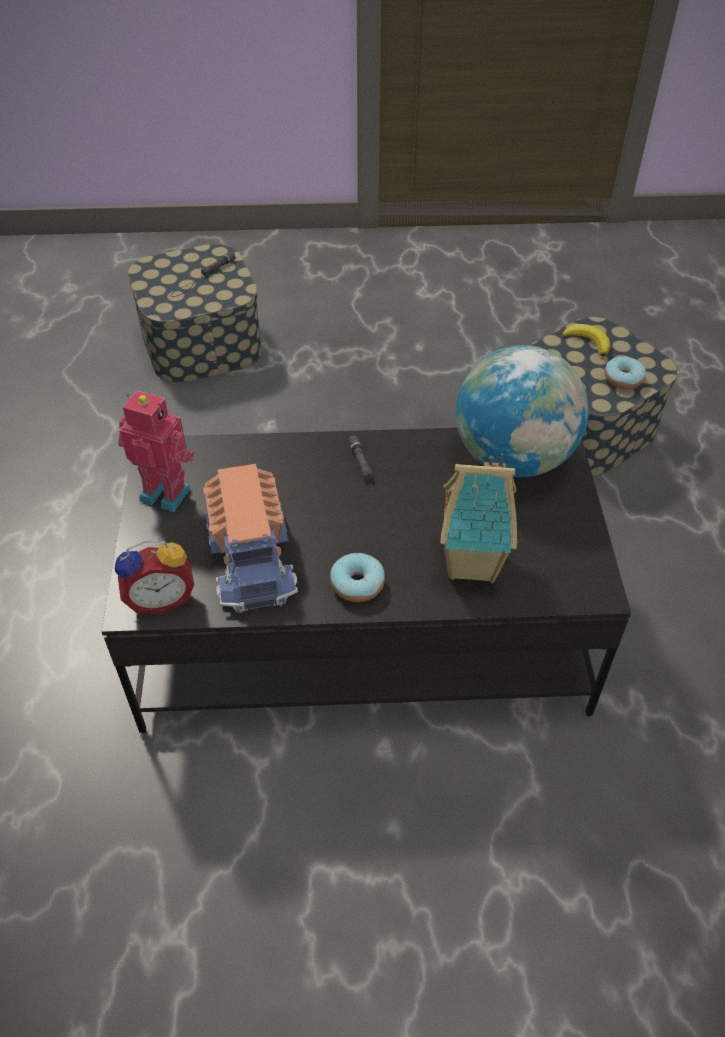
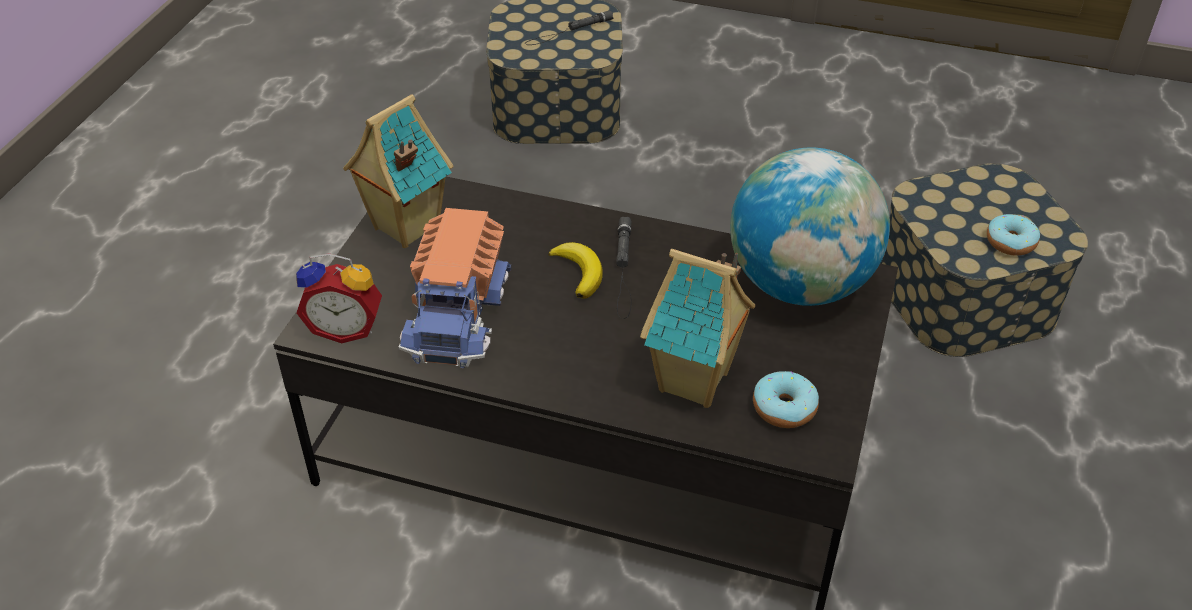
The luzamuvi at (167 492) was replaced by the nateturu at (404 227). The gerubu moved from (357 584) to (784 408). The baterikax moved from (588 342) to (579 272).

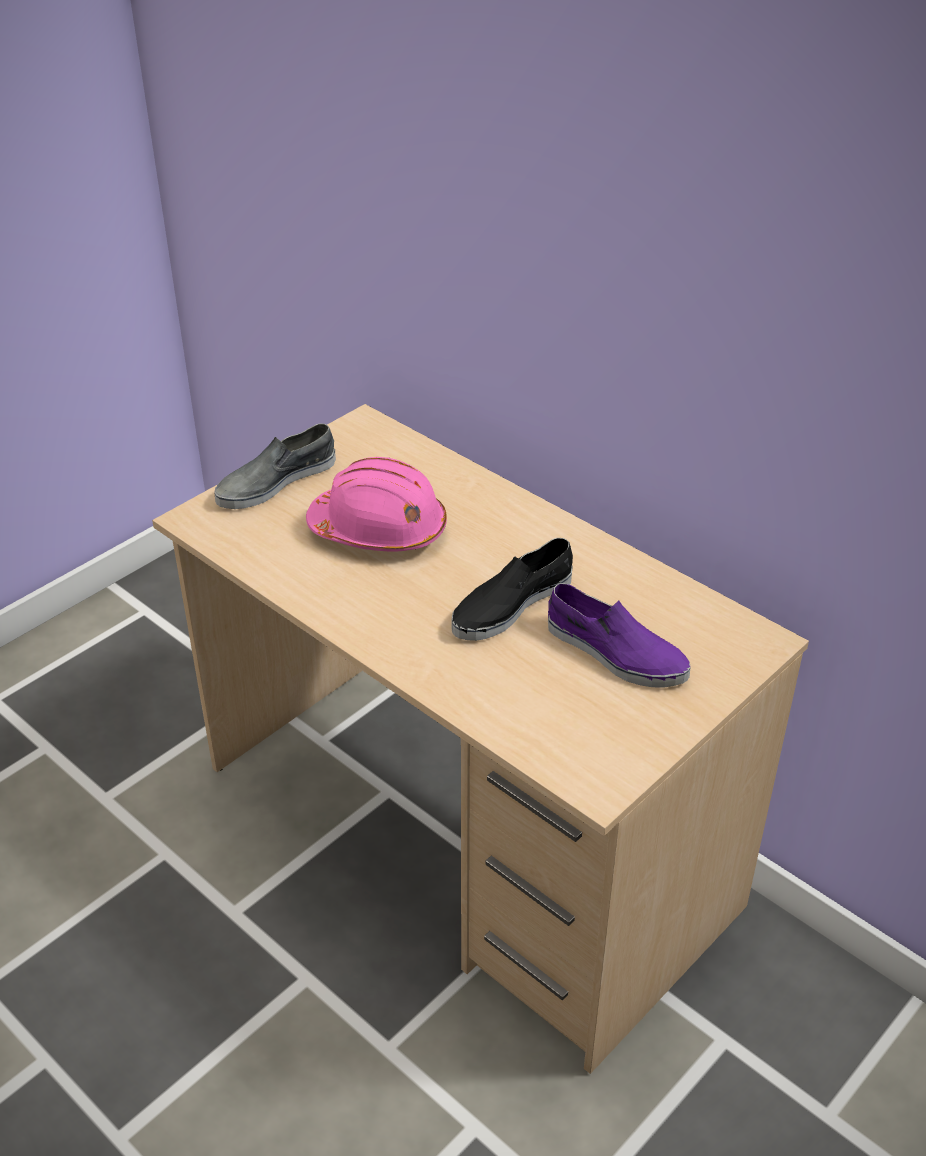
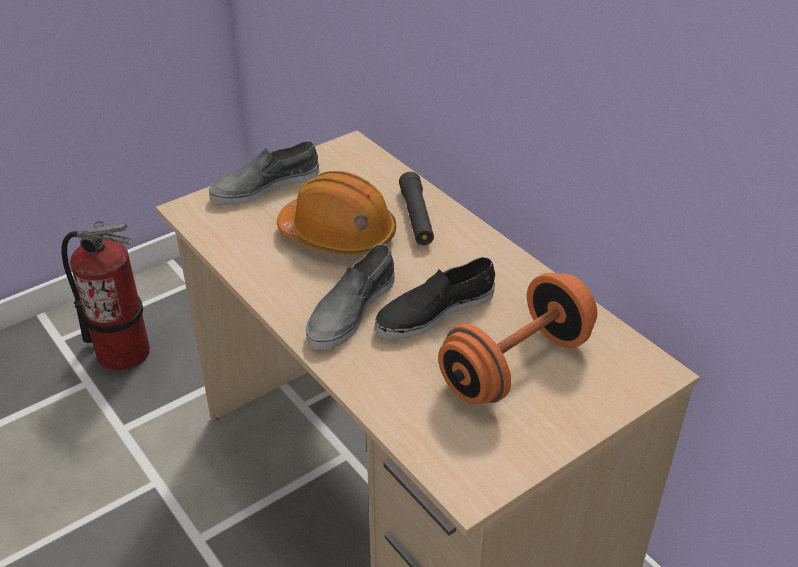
The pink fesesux at (379 530) became the orange fesesux at (338 234). The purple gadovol at (614 652) was replaced by the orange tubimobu at (516 365). The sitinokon at (123 352) appeared. The grey gadovol at (350 310) appeared. The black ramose at (416 217) appeared.

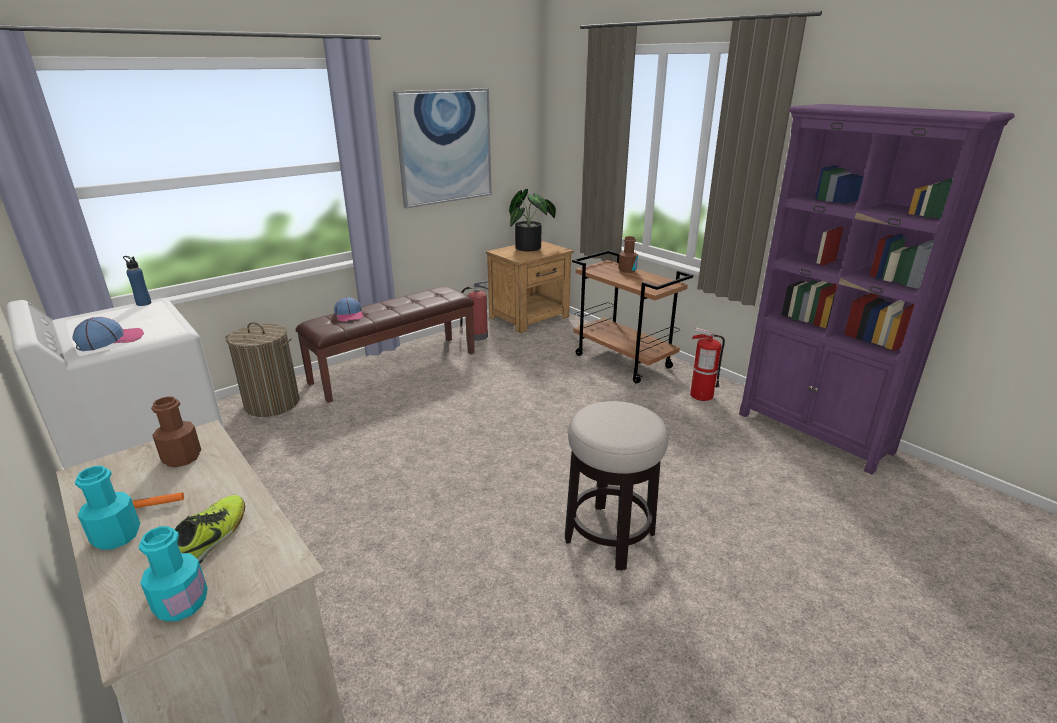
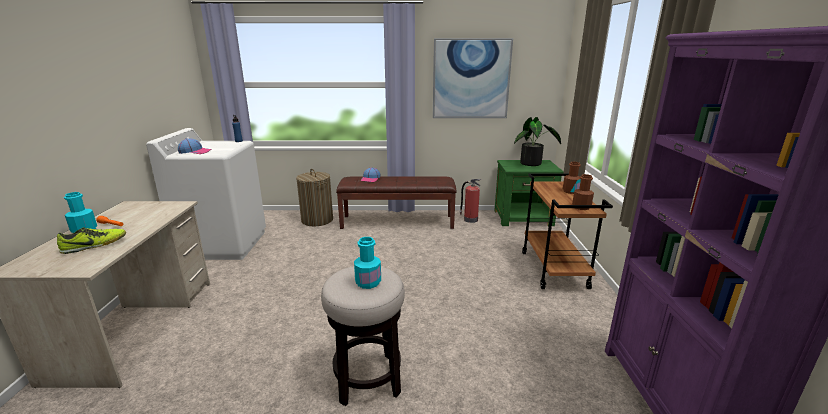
The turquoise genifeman moved from (182 604) to (368 282). The brown genifeman moved from (182 458) to (581 207). The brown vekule at (530 317) became the green vekule at (524 218). The sitinokon at (701 395) disappeared.

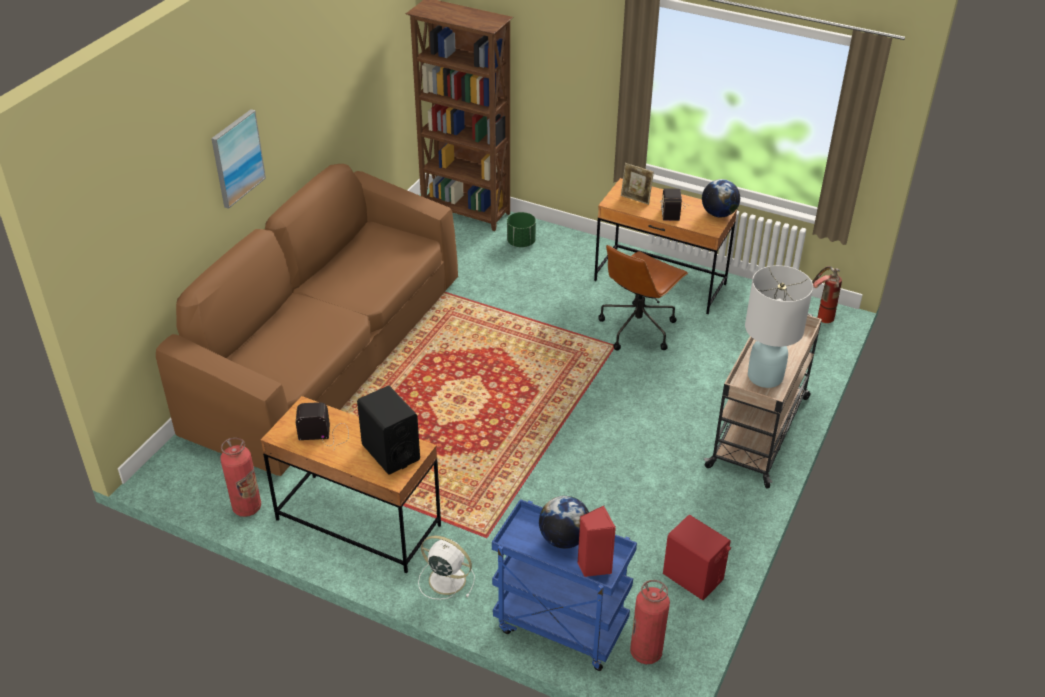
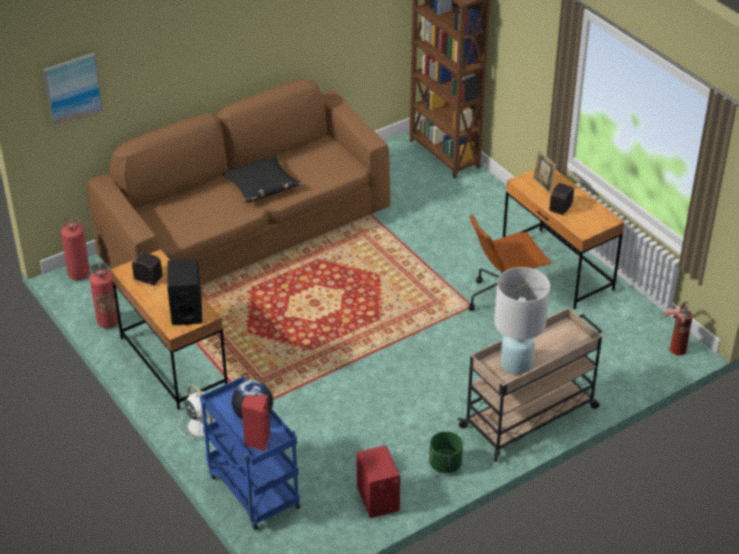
The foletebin moved from (237 158) to (72 89). The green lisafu moved from (521 242) to (445 464). The sitinokon moved from (646 652) to (79 274). The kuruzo at (718 214) disappeared. The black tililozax at (261 186) appeared.

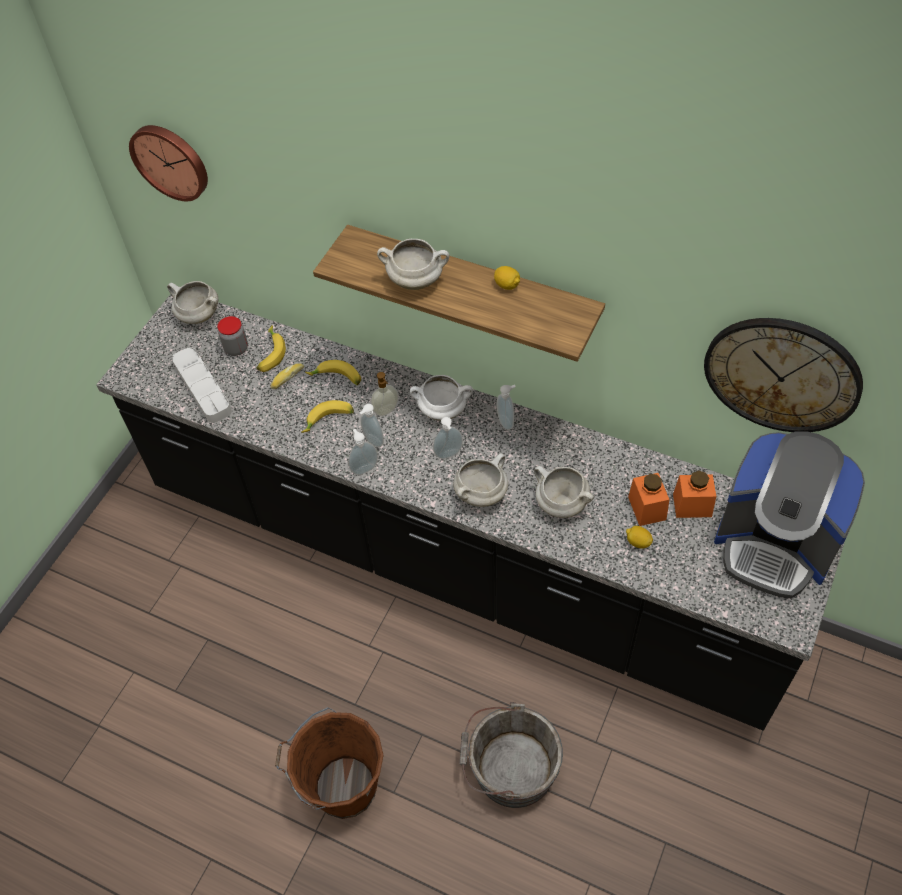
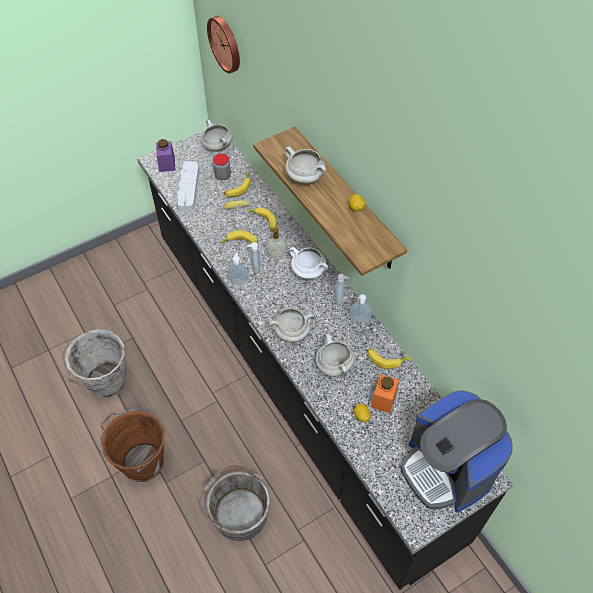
The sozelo moved from (449 455) to (359 320). The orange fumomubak at (692 505) disappeared. The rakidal at (782 374) disappeared. The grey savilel at (105 382) appeared. The purple fumomubak at (167 164) appeared. The baterikax at (386 359) appeared.

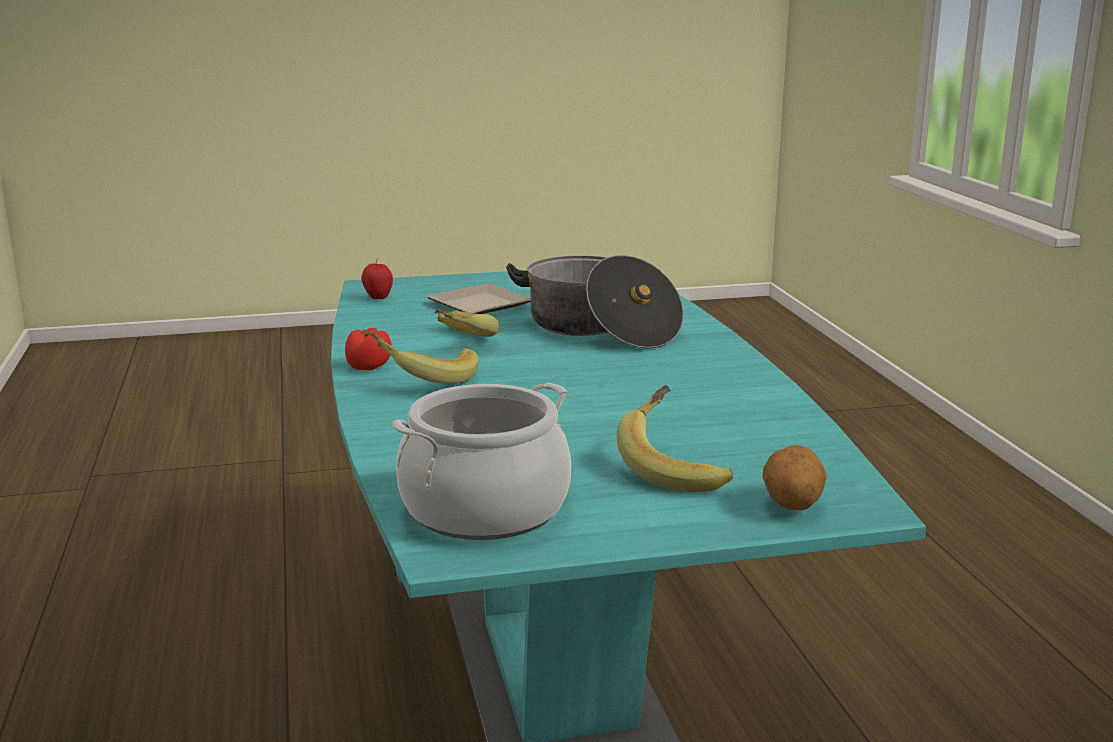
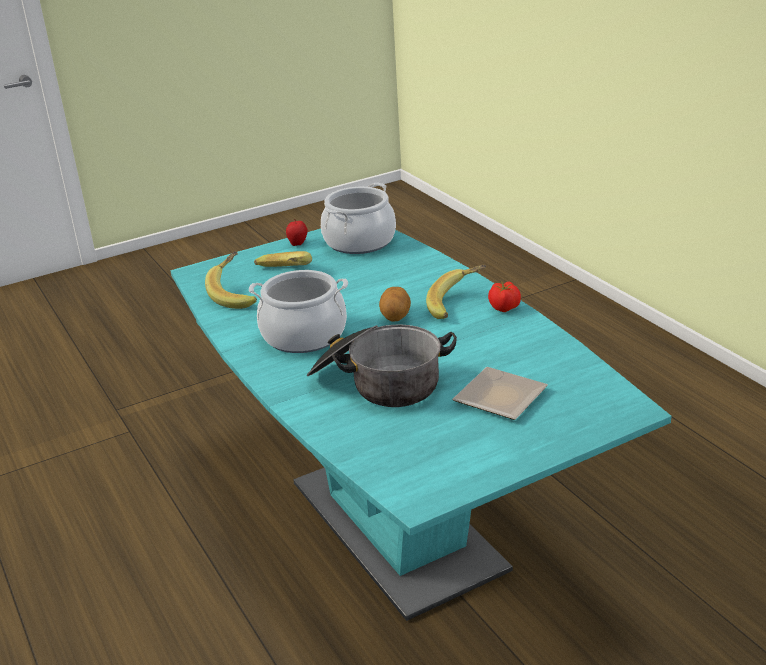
The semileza moved from (378 298) to (298 244). The baterikax moved from (454 343) to (237 295). The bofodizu moved from (791 505) to (395 317). The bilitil at (304 335) appeared.

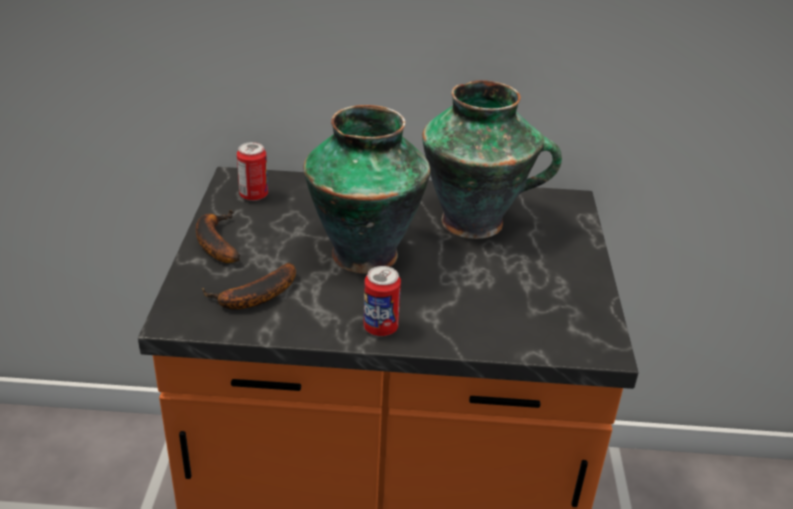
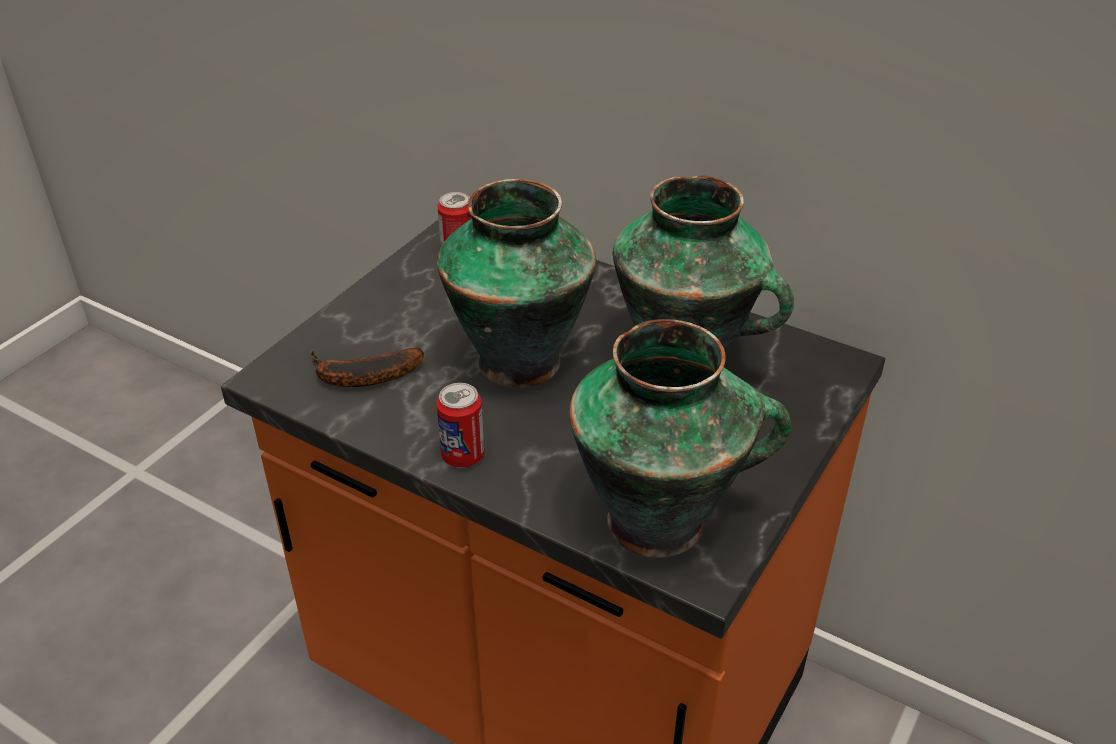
The baterikax at (215 242) disappeared. The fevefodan at (661 521) appeared.

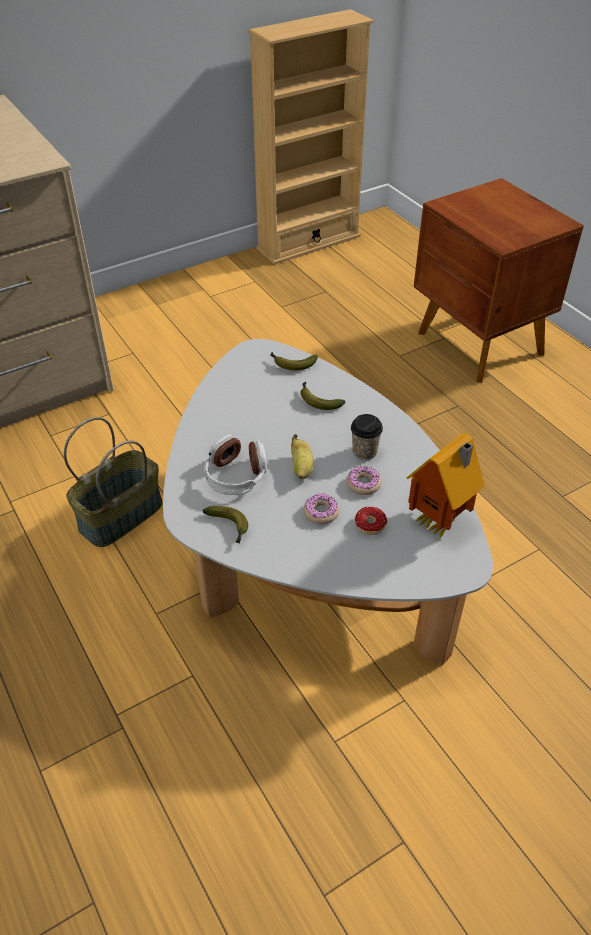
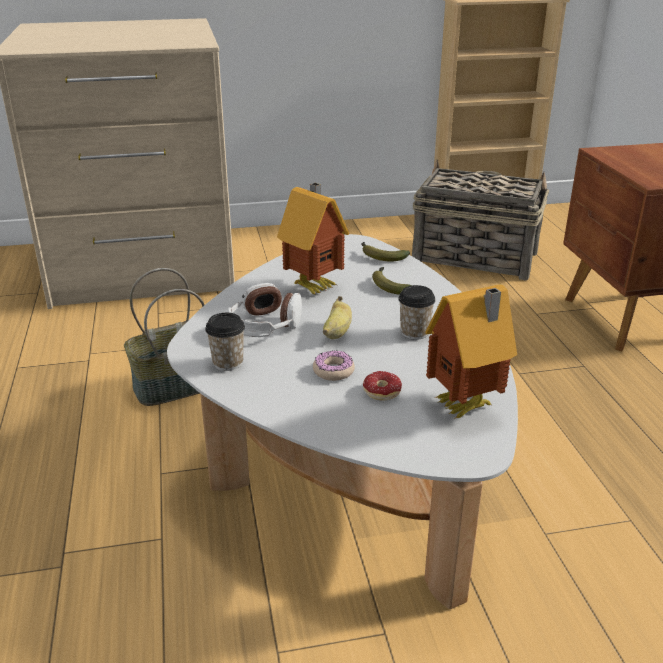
The baterikax at (229 527) was replaced by the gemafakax at (228 363). The gerubu at (363 484) disappeared. The nateturu at (315 286) appeared. The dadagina at (473 257) appeared.

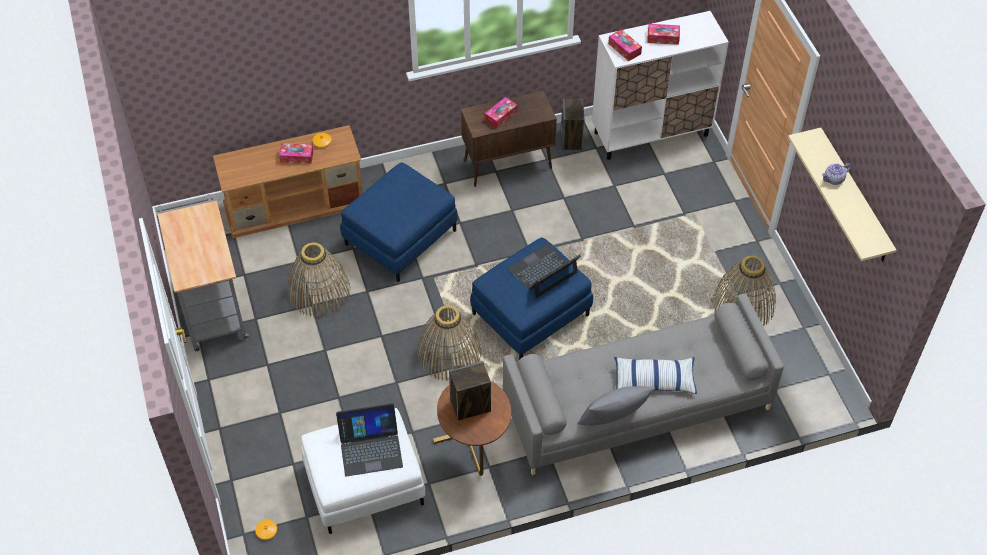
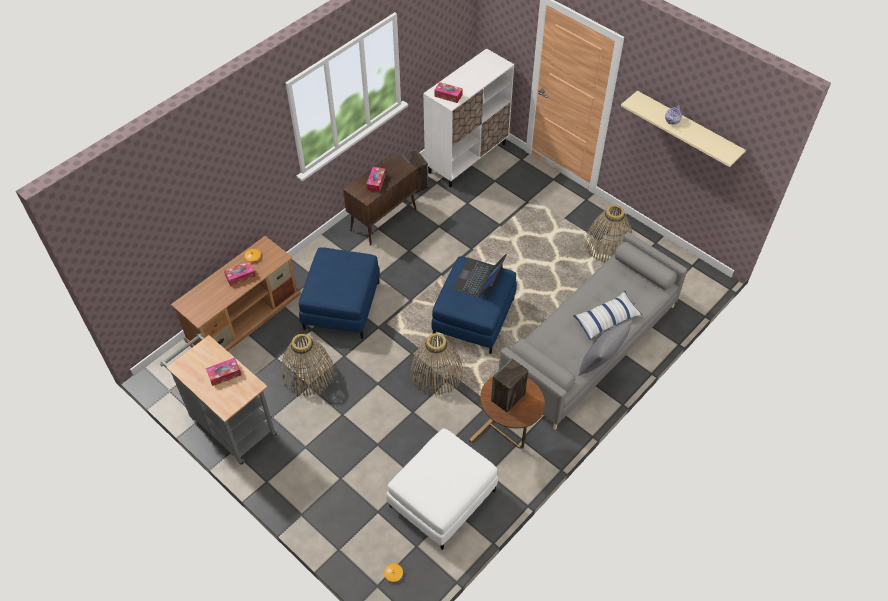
The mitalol at (370 448) disappeared. The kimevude moved from (663 38) to (224 374).

